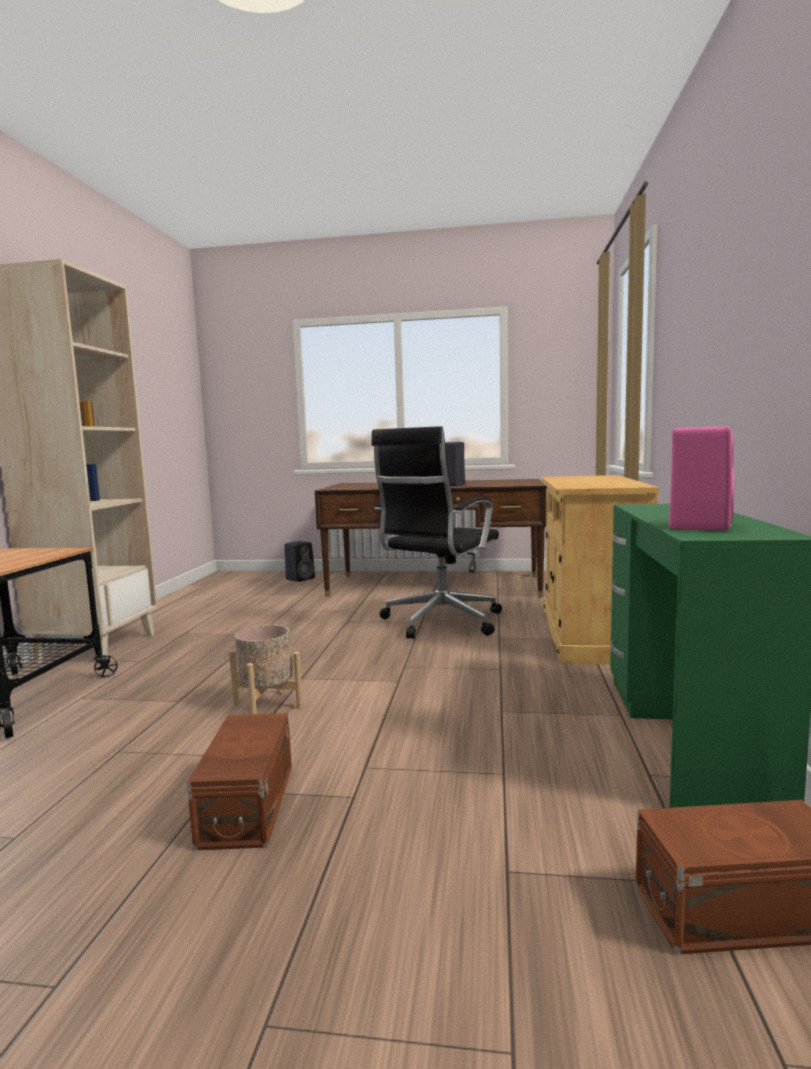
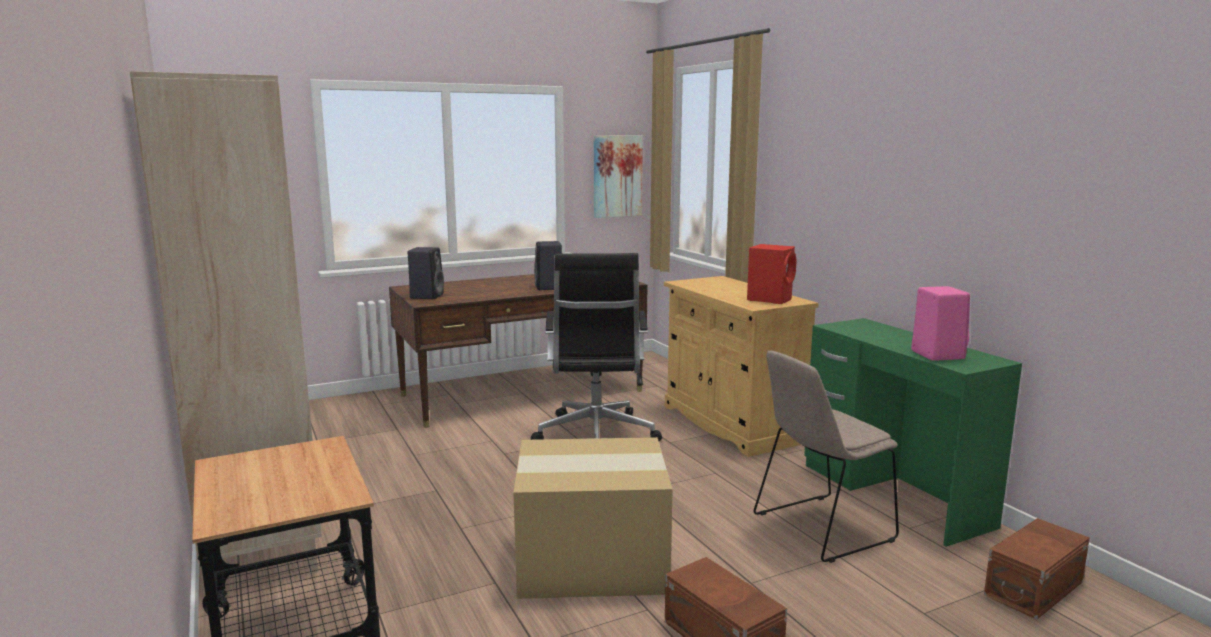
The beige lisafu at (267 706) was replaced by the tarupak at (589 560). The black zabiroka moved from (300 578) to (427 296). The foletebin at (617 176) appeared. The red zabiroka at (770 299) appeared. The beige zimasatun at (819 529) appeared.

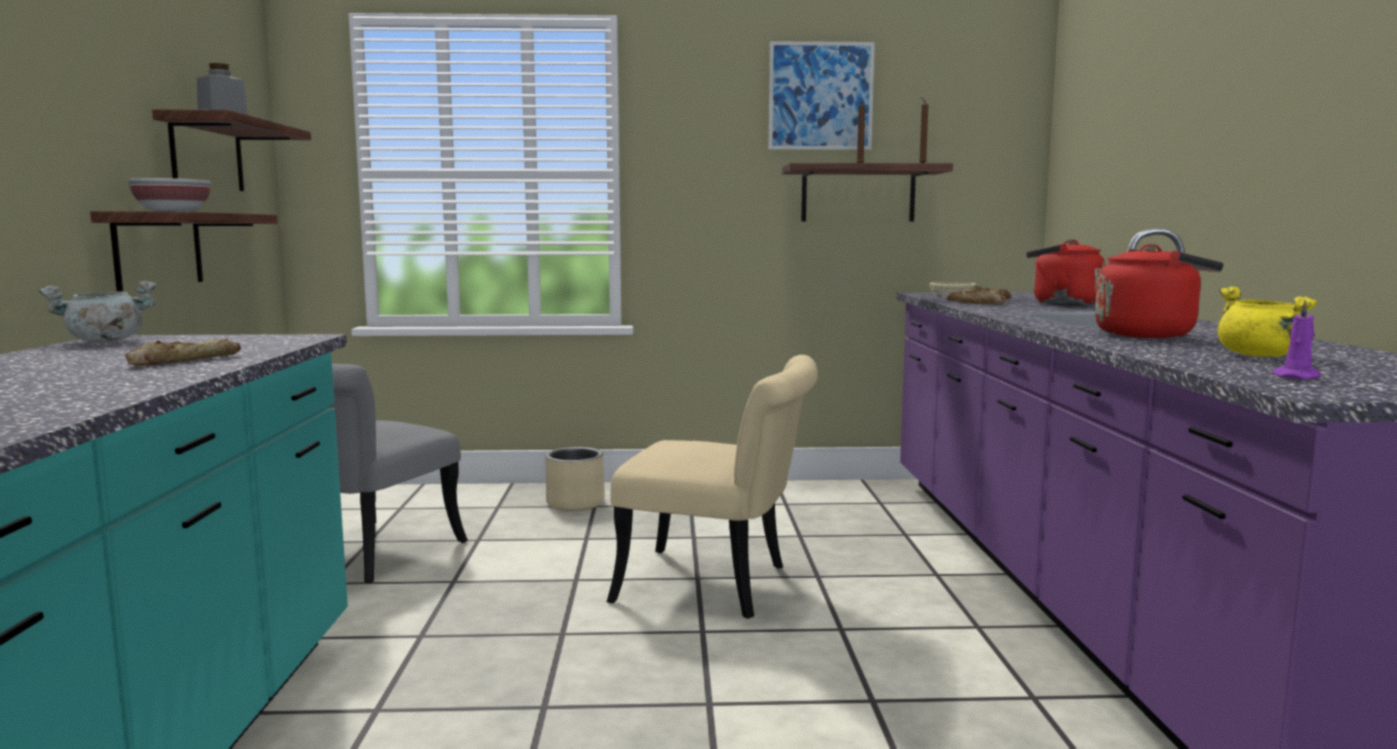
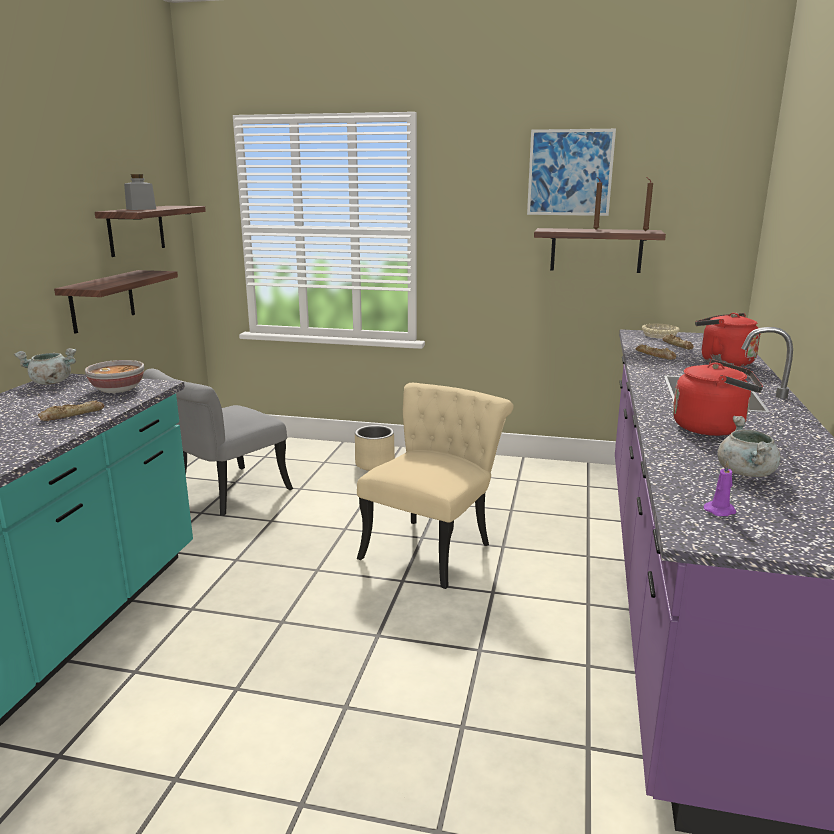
The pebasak moved from (173 211) to (118 389). The beige zimasatun at (720 585) turned 90 degrees counterclockwise. The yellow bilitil at (1262 356) became the grey bilitil at (746 473).

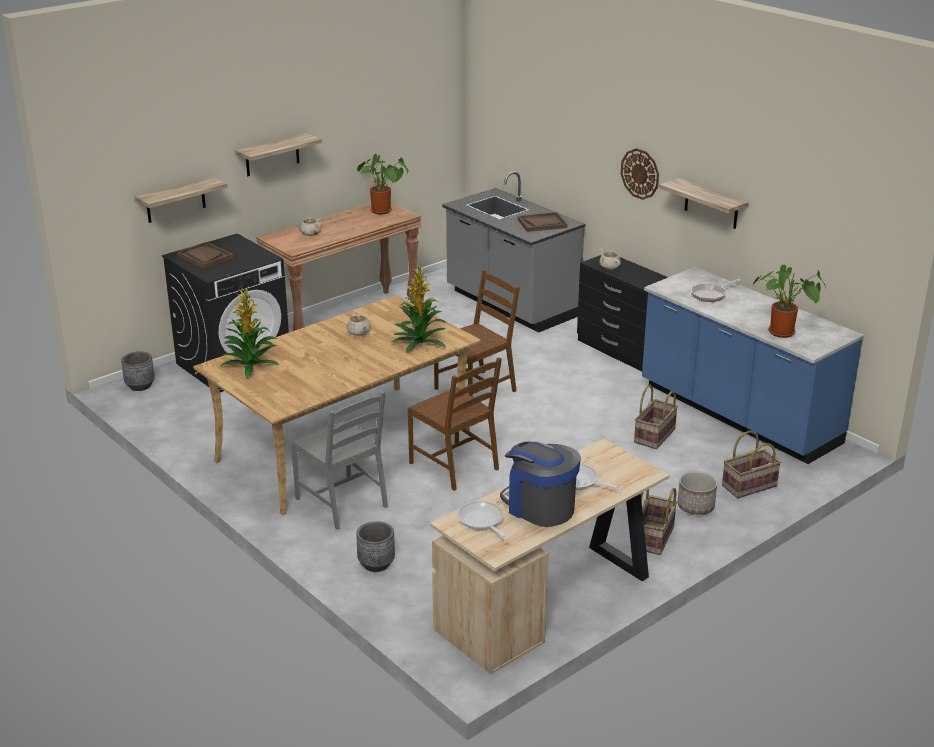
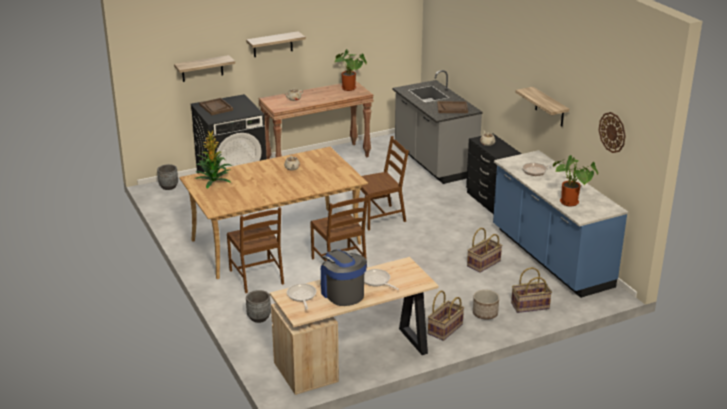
The grey zimasatun at (343 502) became the brown zimasatun at (257 277). The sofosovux at (419 342) disappeared. The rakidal moved from (640 173) to (612 132).

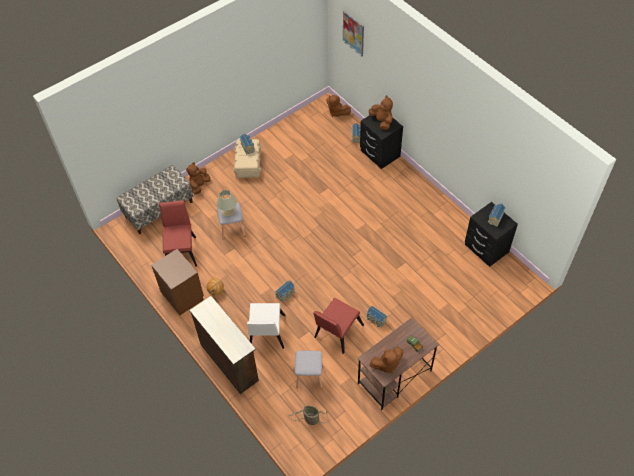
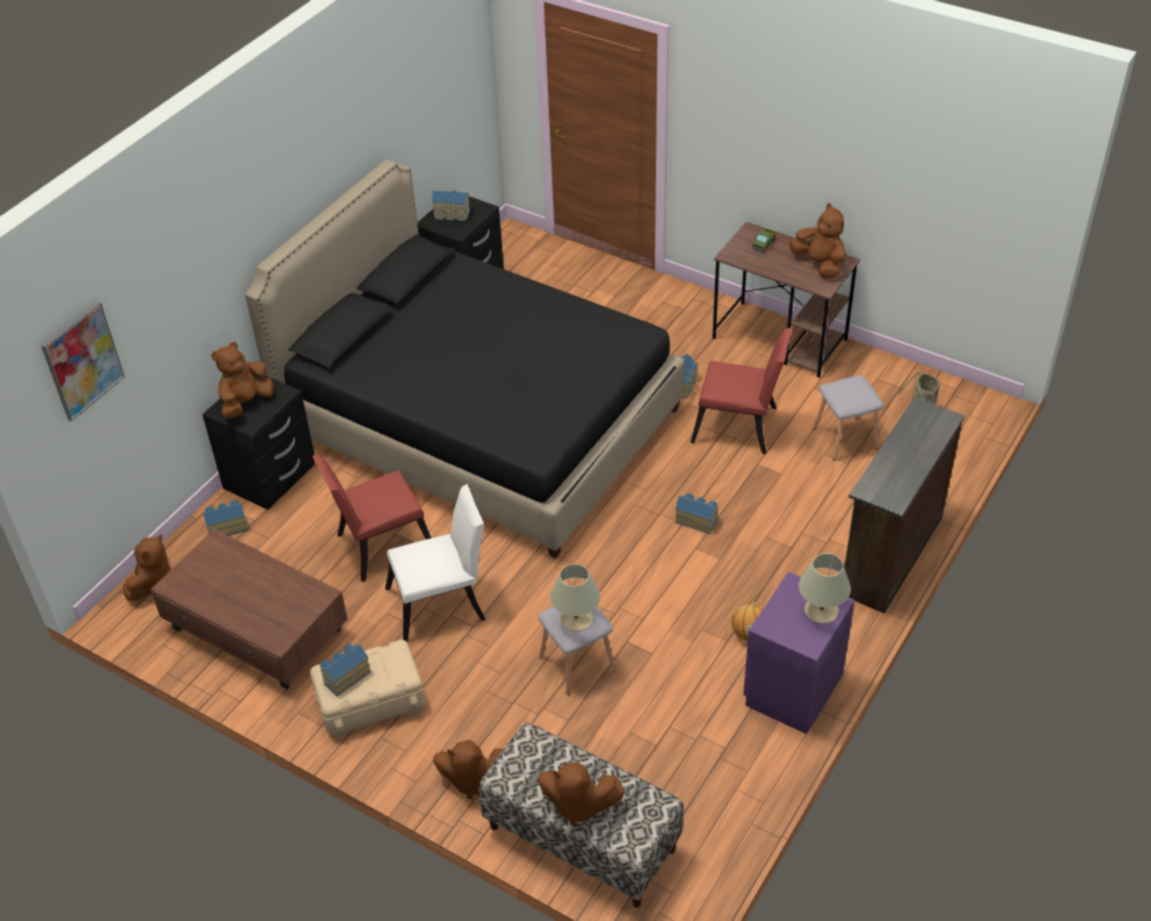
The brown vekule at (182 295) became the purple vekule at (792 689). The red zimasatun moved from (181 250) to (380 546). The white zimasatun moved from (266 334) to (442 603). The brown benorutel at (257 630) appeared. The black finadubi at (481 422) appeared. The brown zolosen at (578 805) appeared. The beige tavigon at (821 611) appeared.

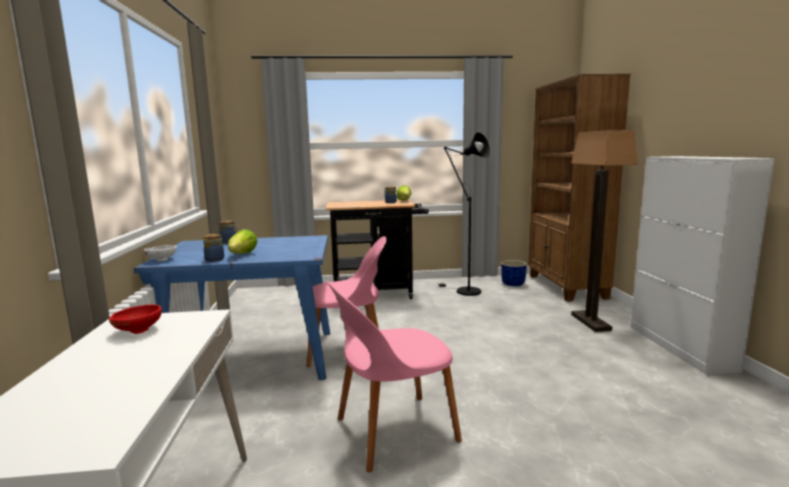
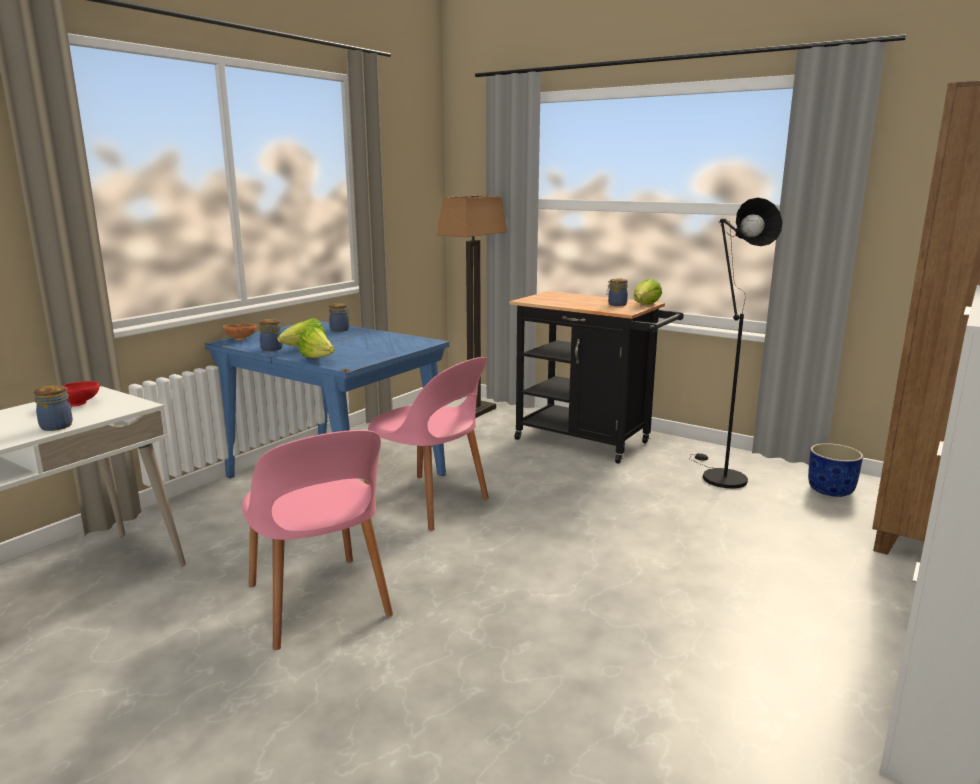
The white pebasak at (162 259) became the brown pebasak at (241 339). The pink zimasatun at (393 431) turned 135 degrees counterclockwise. The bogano moved from (591 322) to (474 413). The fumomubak at (58 426) appeared. The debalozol at (318 359) appeared.

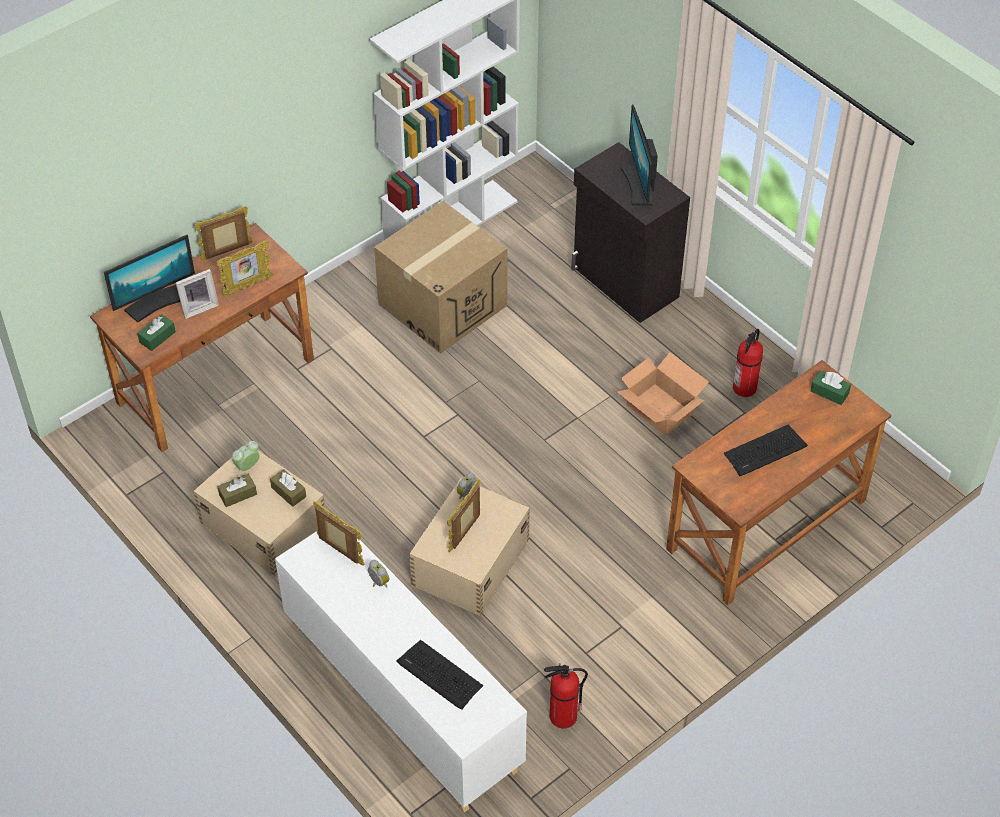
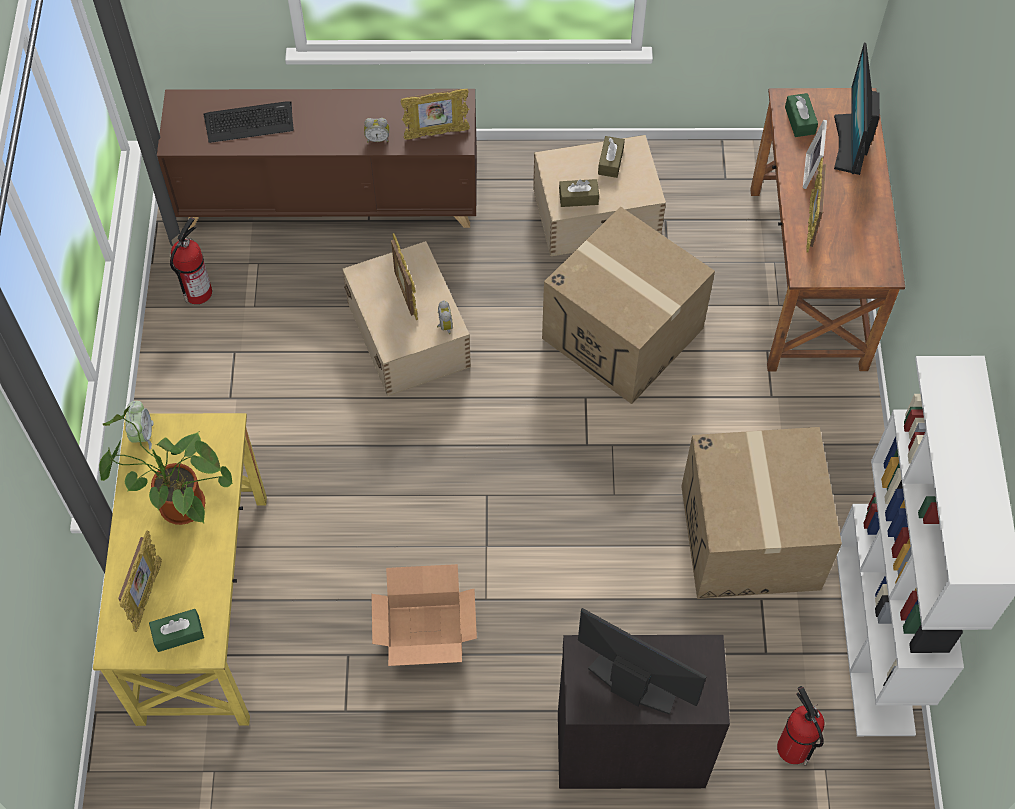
The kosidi moved from (227 253) to (147 596). The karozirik moved from (247 467) to (142 435). The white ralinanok at (401 696) became the brown ralinanok at (331 199). The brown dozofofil at (767 525) became the yellow dozofofil at (202 607). The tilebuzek at (765 451) was replaced by the sofosovux at (177 506). The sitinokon moved from (744 388) to (792 747). The tarupak at (623 333) appeared.

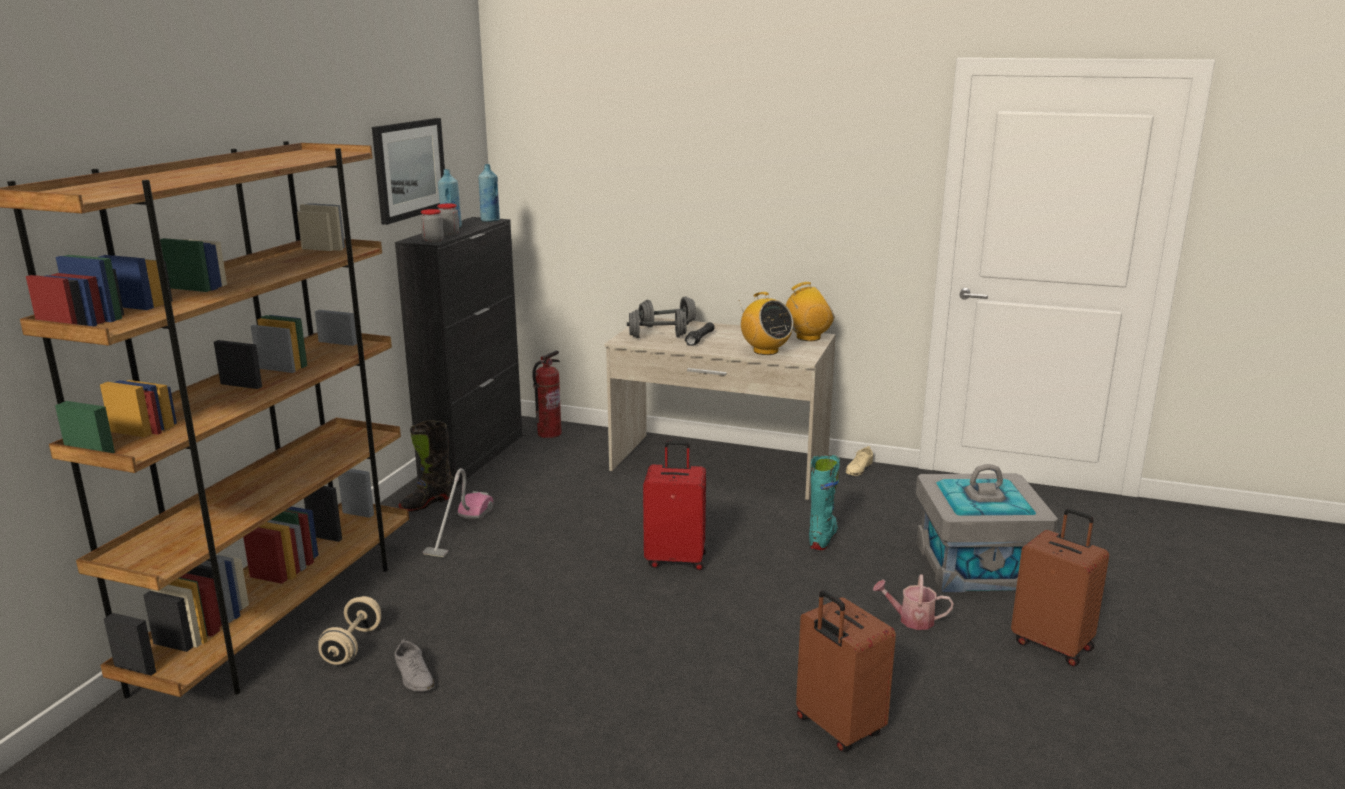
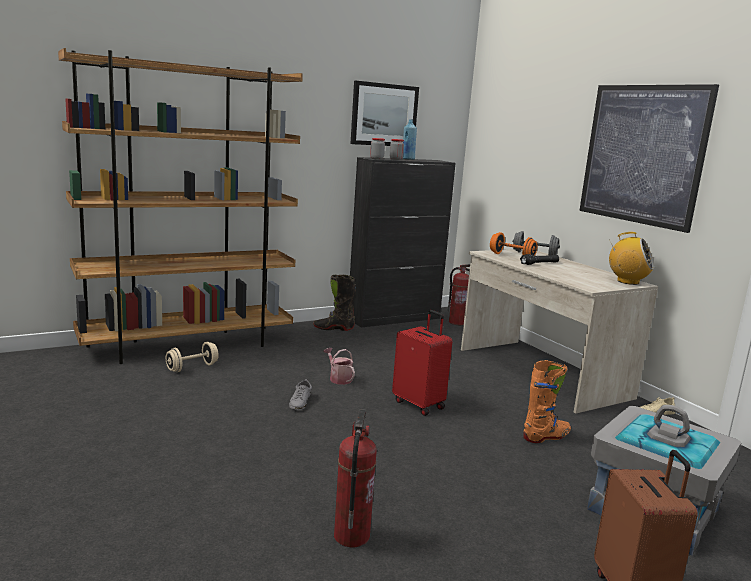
The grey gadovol moved from (414 676) to (300 402). The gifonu at (459 529) disappeared. The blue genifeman at (490 220) disappeared. The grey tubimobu at (657 337) became the orange tubimobu at (511 256). The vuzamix at (765 351) disappeared. The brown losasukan at (837 728) was replaced by the sitinokon at (350 536). The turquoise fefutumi at (823 538) became the orange fefutumi at (546 437). The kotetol moved from (911 620) to (338 378). The foletebin at (642 154) appeared.

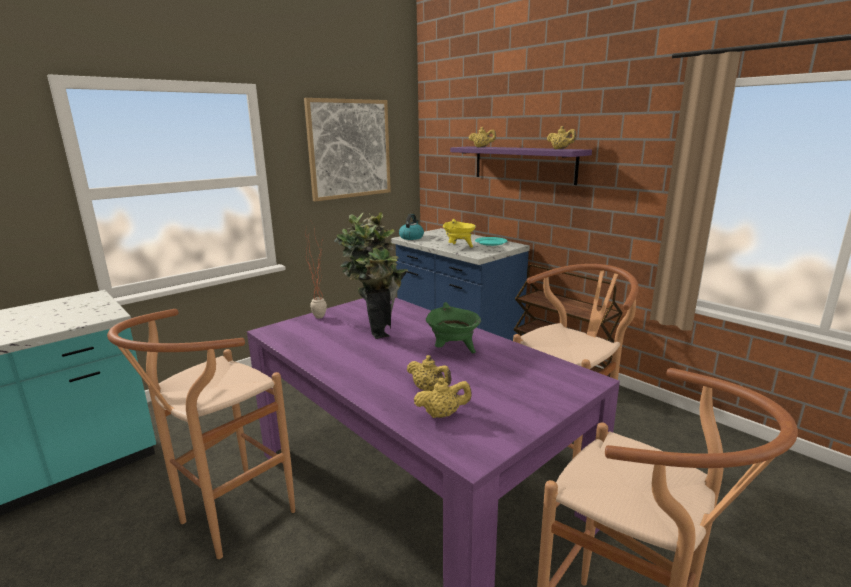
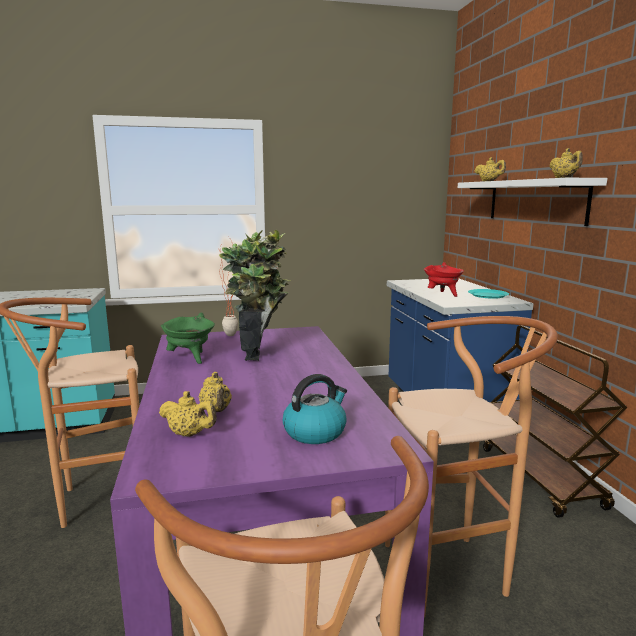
The foletebin at (349 149) disappeared. The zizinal moved from (411 237) to (315 432). The green bilitil moved from (453 350) to (190 359). The yellow bilitil at (459 247) became the red bilitil at (442 294). The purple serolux at (523 164) became the white serolux at (535 201).

